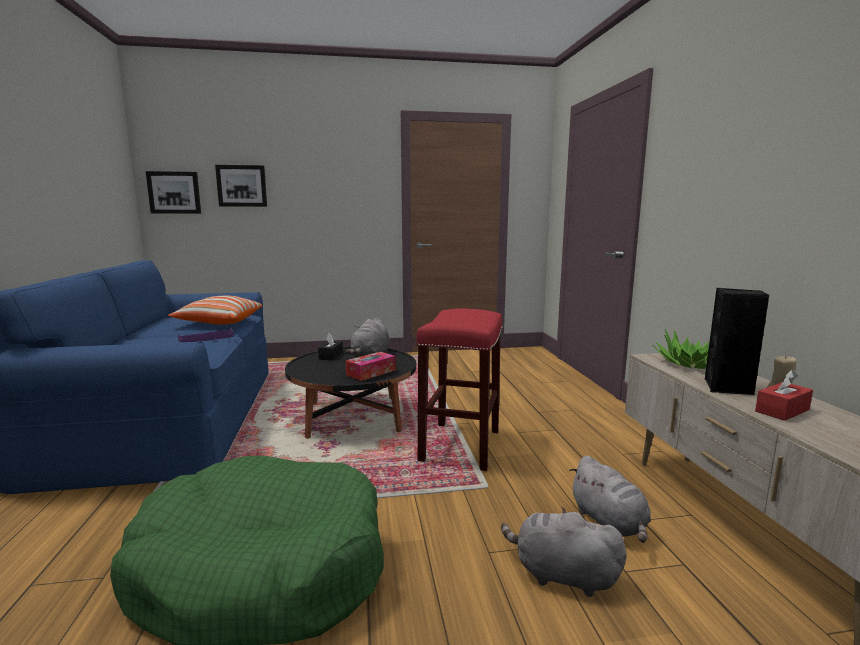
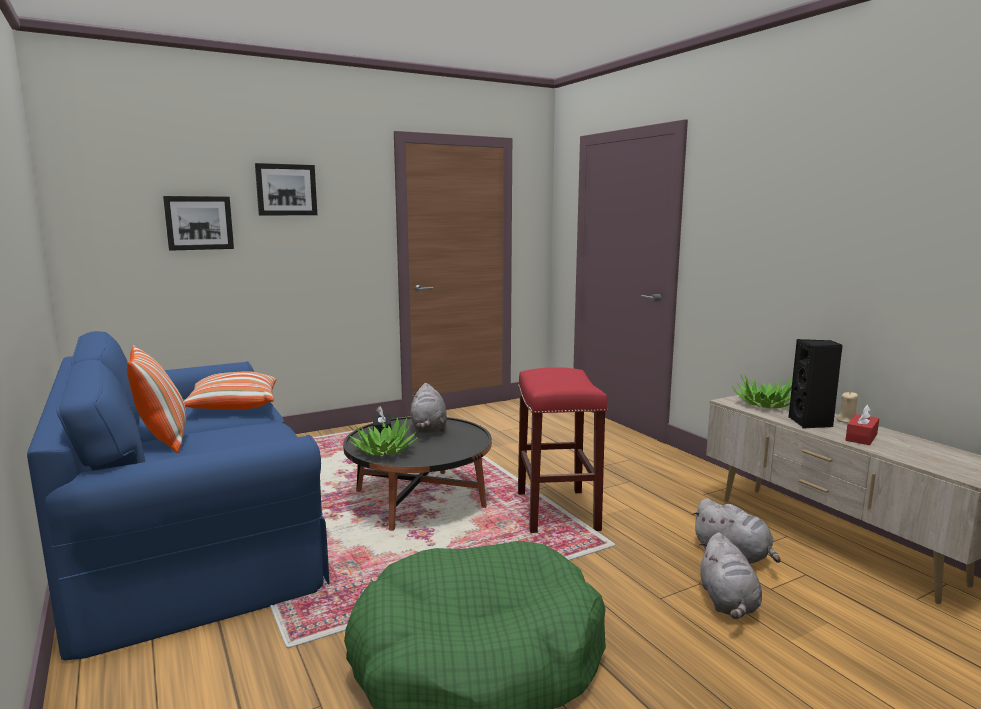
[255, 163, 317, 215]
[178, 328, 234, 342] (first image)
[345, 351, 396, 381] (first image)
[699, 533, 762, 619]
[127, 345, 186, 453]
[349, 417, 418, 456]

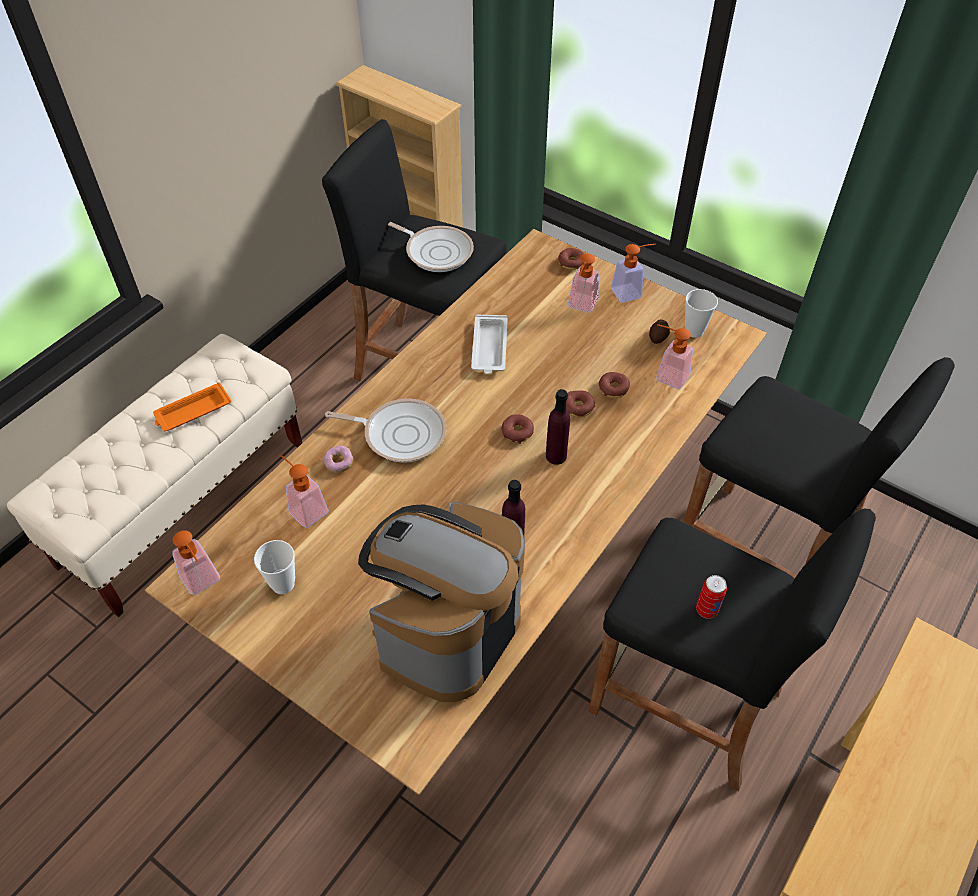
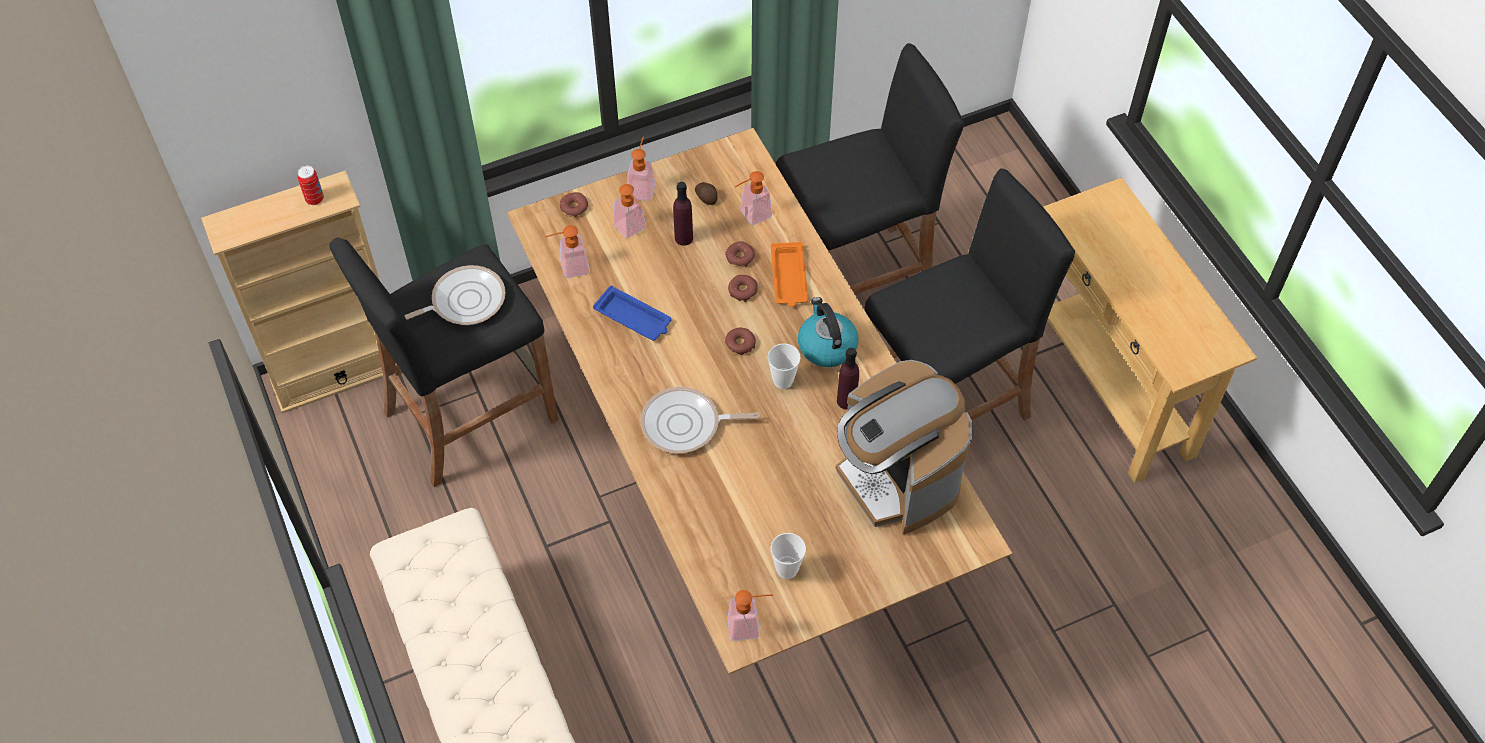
[767, 343, 801, 389]
[593, 286, 672, 341]
[771, 242, 808, 307]
[673, 182, 693, 246]
[640, 387, 760, 453]
[323, 446, 353, 473] (first image)
[545, 225, 590, 278]
[297, 165, 324, 205]
[798, 297, 858, 367]

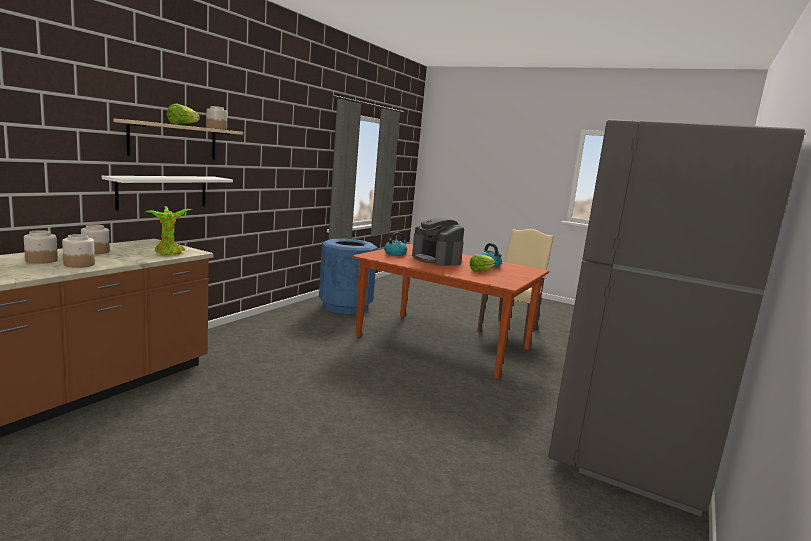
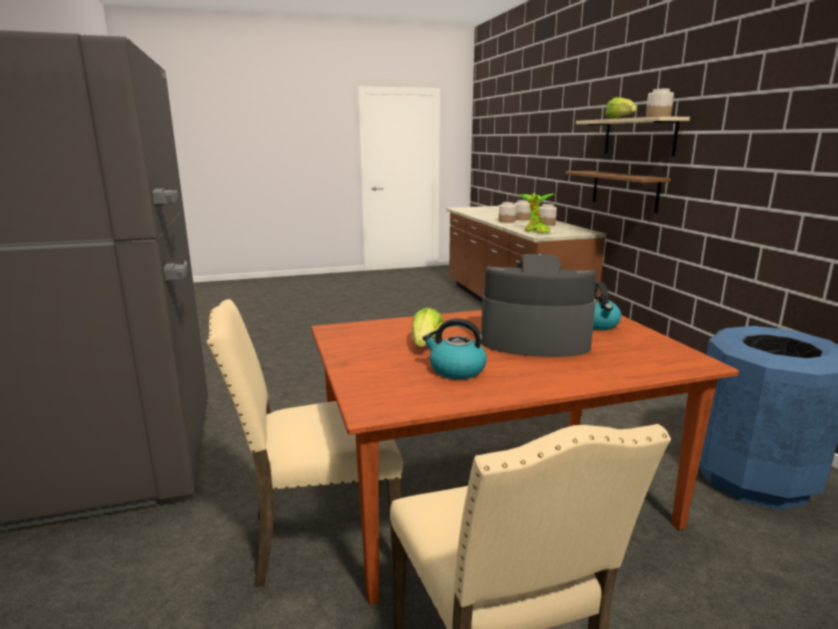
[566, 171, 671, 213]
[207, 299, 403, 587]

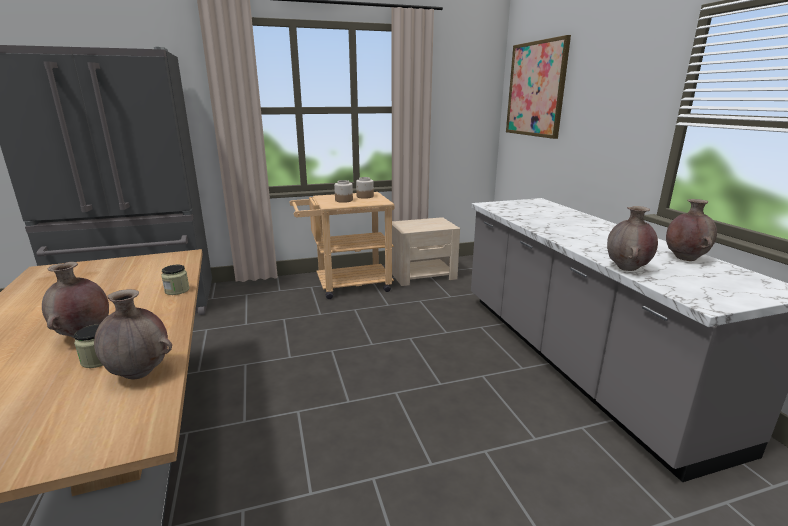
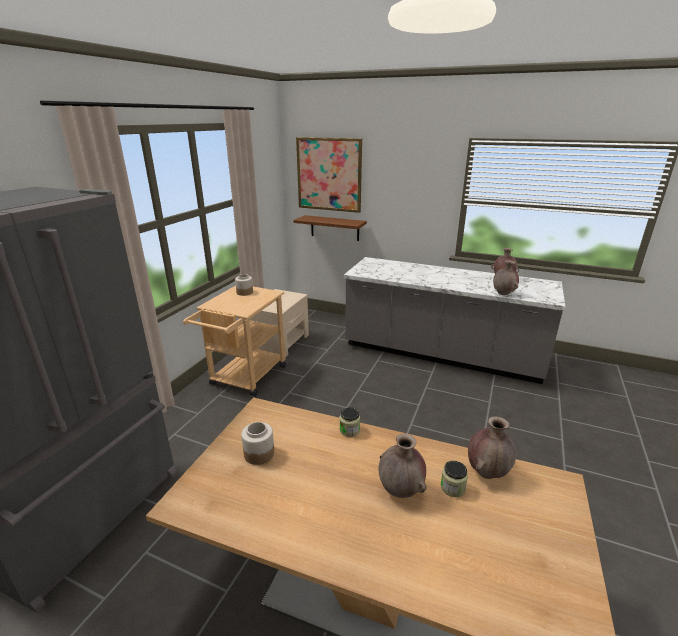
[241, 422, 274, 465]
[293, 215, 367, 241]

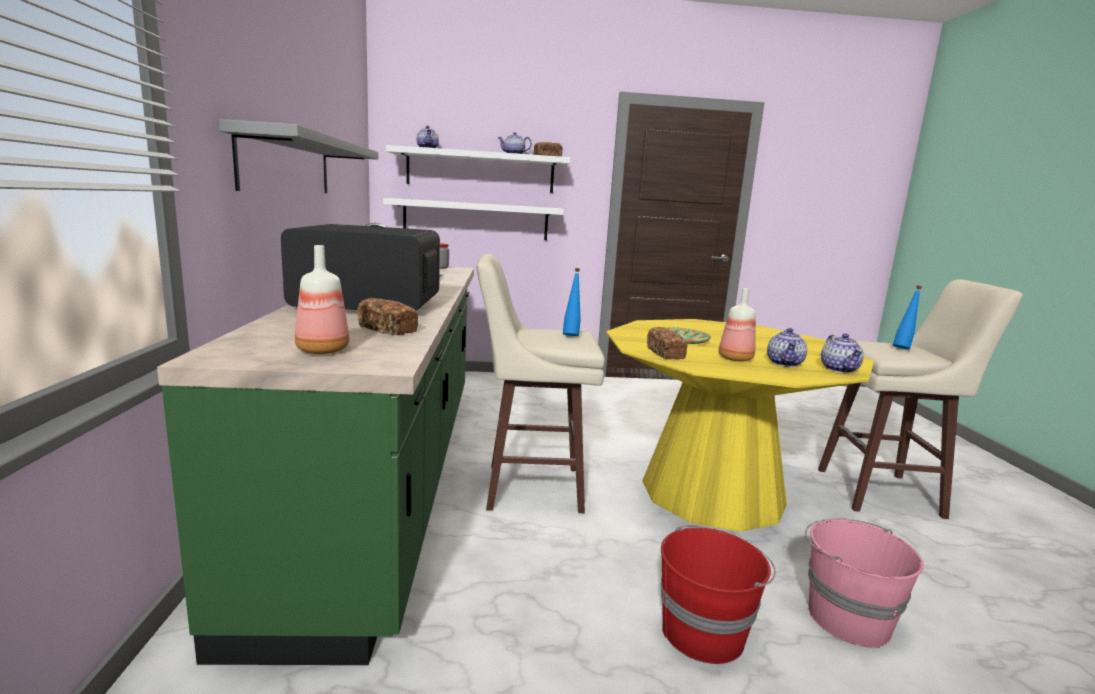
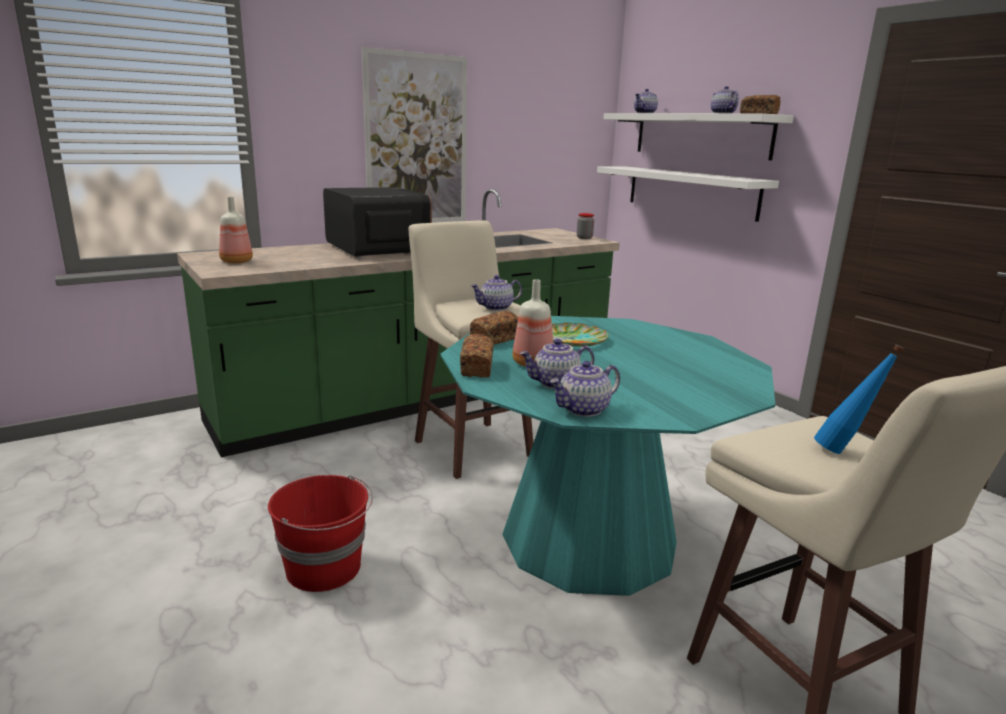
[362, 47, 467, 223]
[471, 275, 522, 311]
[460, 334, 494, 378]
[440, 316, 775, 596]
[805, 518, 924, 648] (first image)

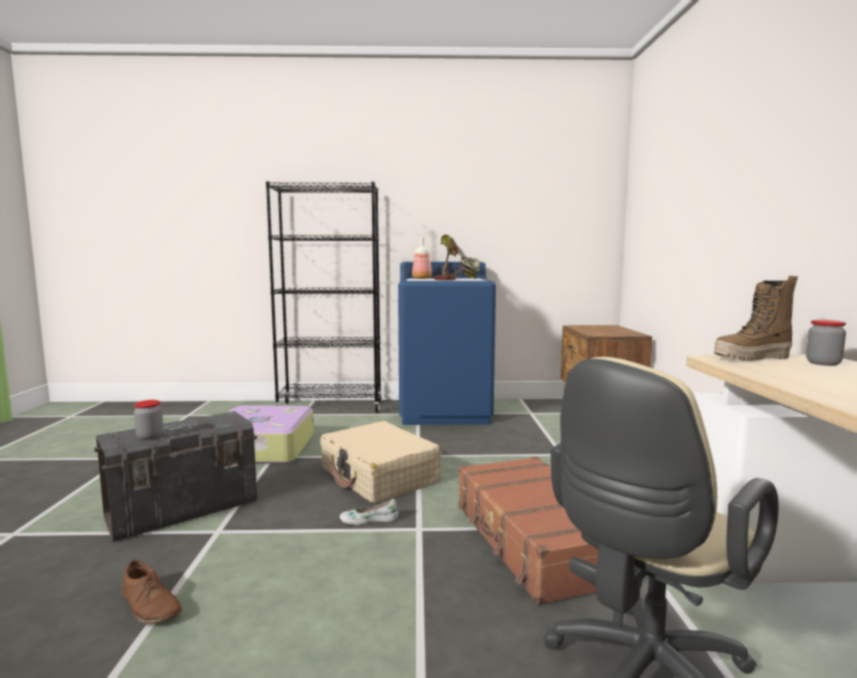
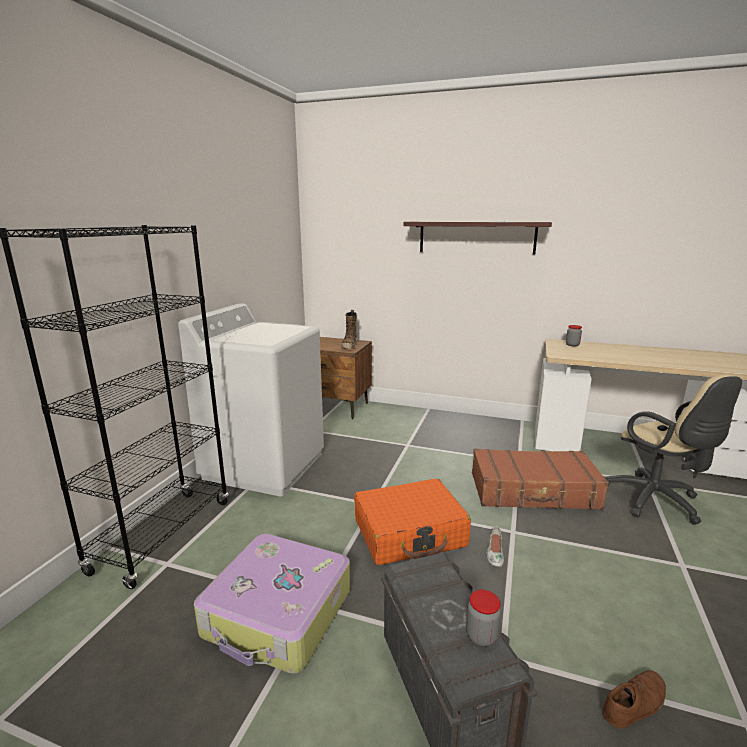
[433, 235, 481, 280] (first image)
[412, 237, 432, 279] (first image)
[178, 303, 324, 496]
[341, 310, 357, 349]
[354, 479, 471, 565]
[404, 222, 552, 254]

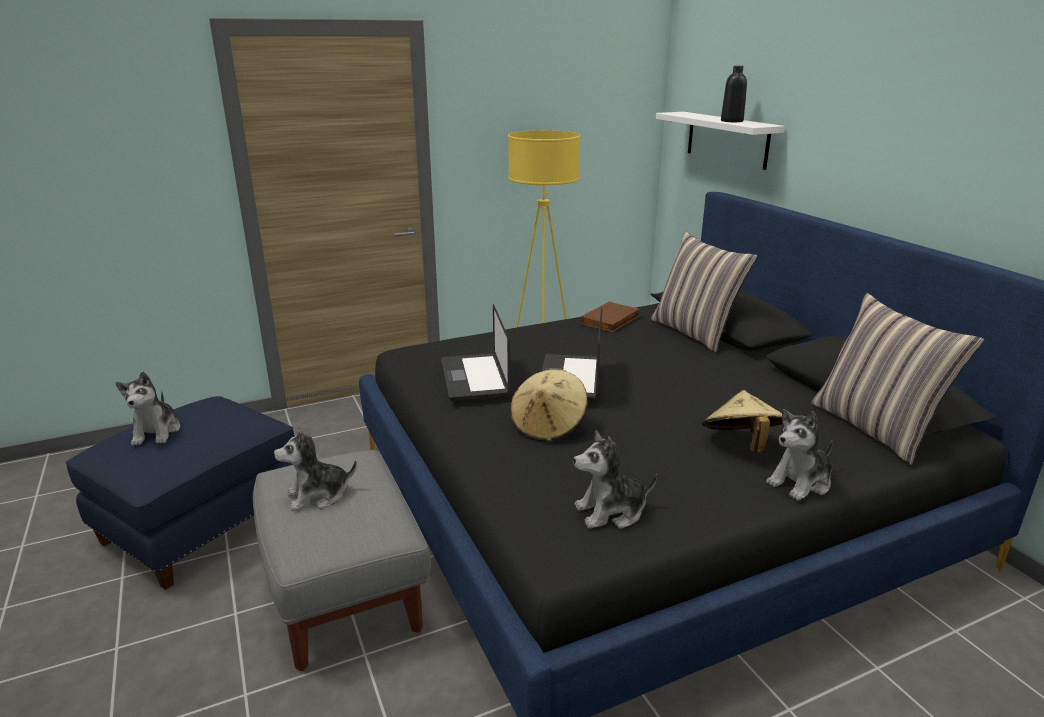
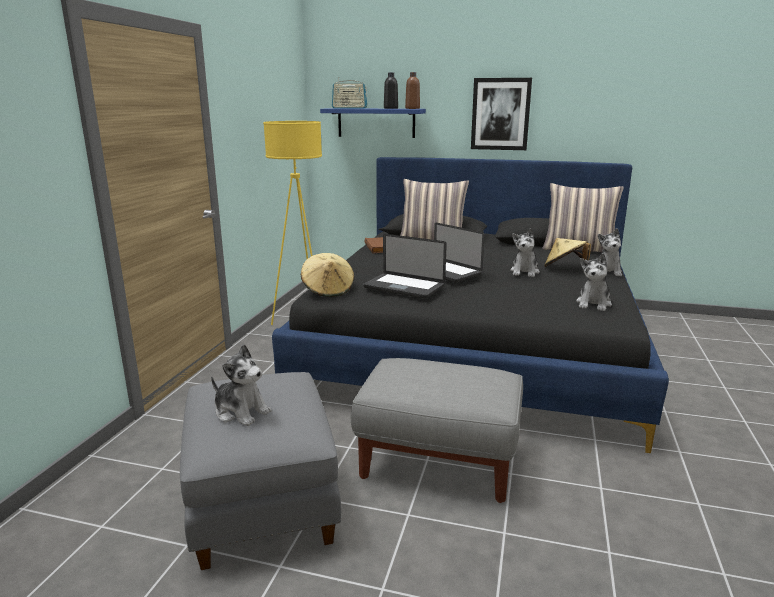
[320, 108, 426, 138]
[301, 253, 354, 297]
[180, 372, 342, 570]
[510, 228, 540, 277]
[405, 72, 420, 109]
[332, 77, 367, 109]
[471, 78, 532, 150]

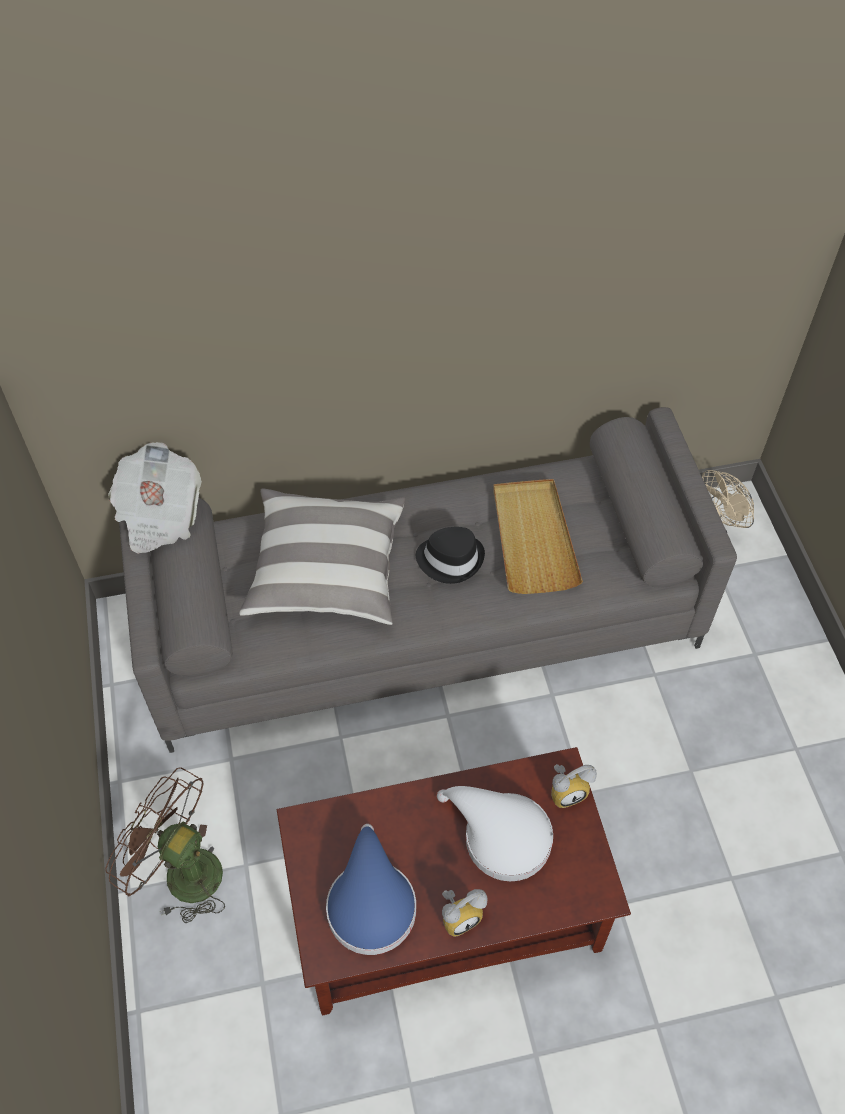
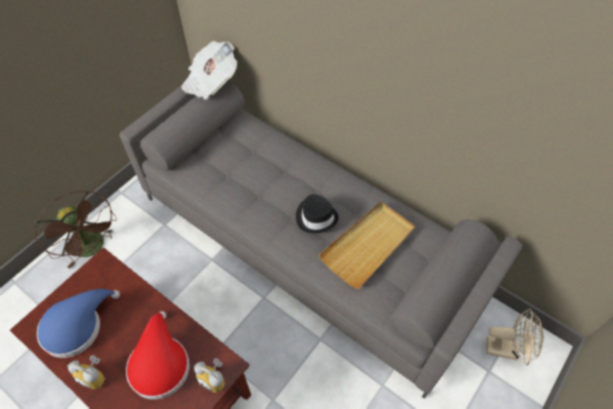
[239, 488, 405, 625] (first image)
[34, 190, 117, 269]
[126, 311, 190, 400]

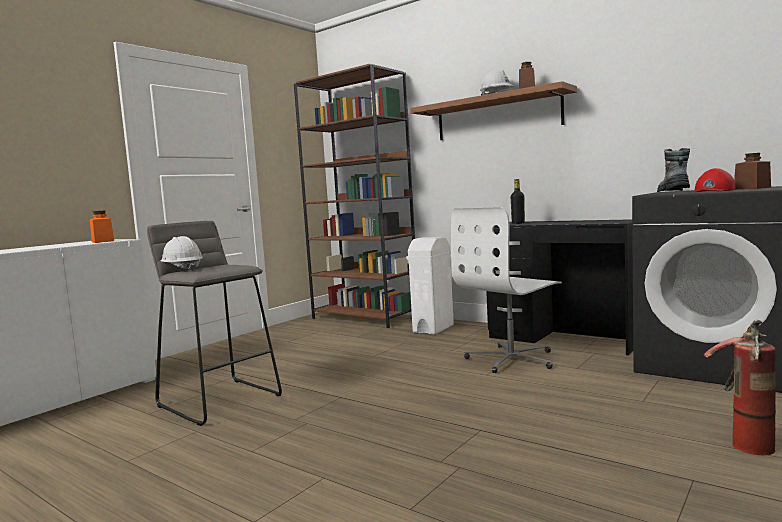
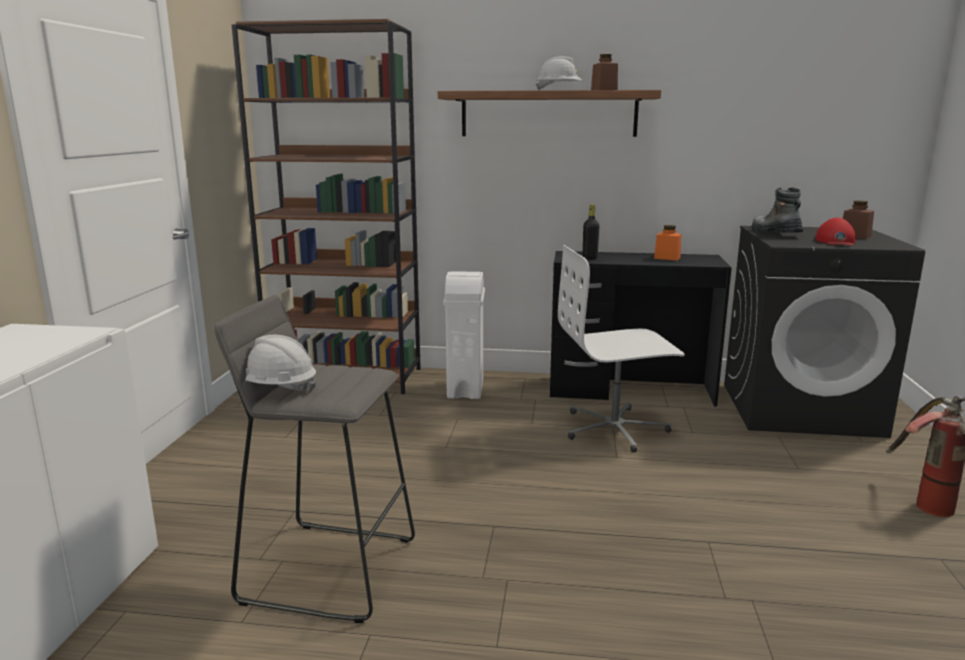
[558, 245, 685, 453]
[654, 225, 681, 261]

